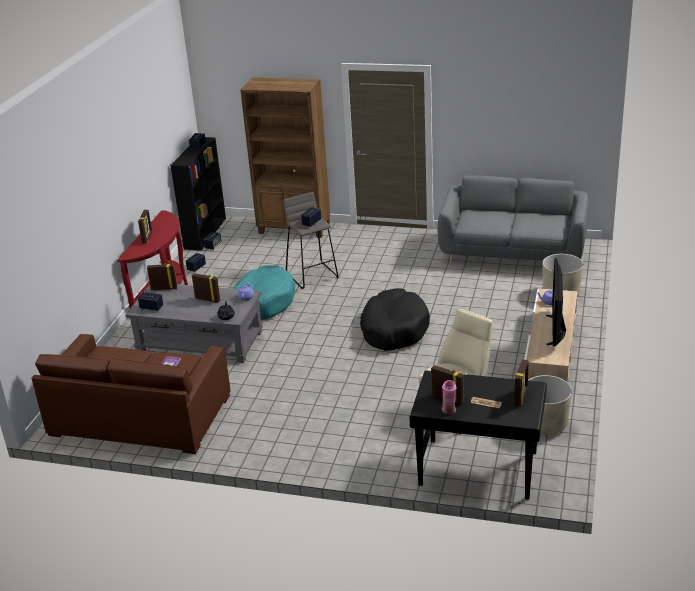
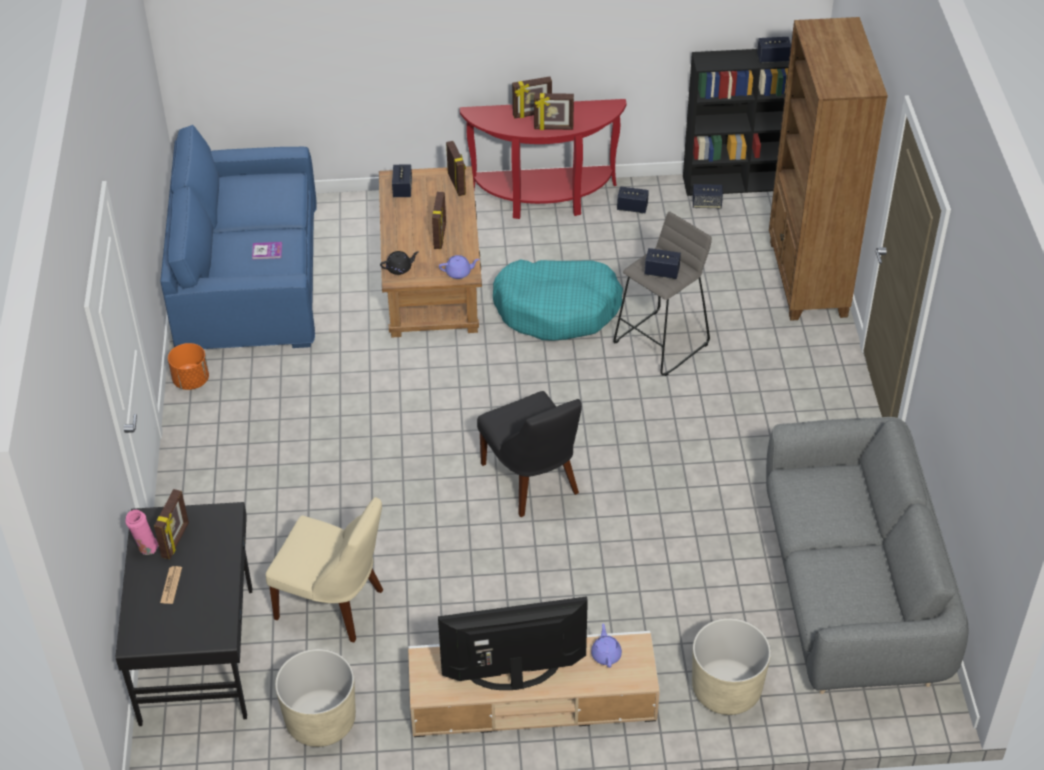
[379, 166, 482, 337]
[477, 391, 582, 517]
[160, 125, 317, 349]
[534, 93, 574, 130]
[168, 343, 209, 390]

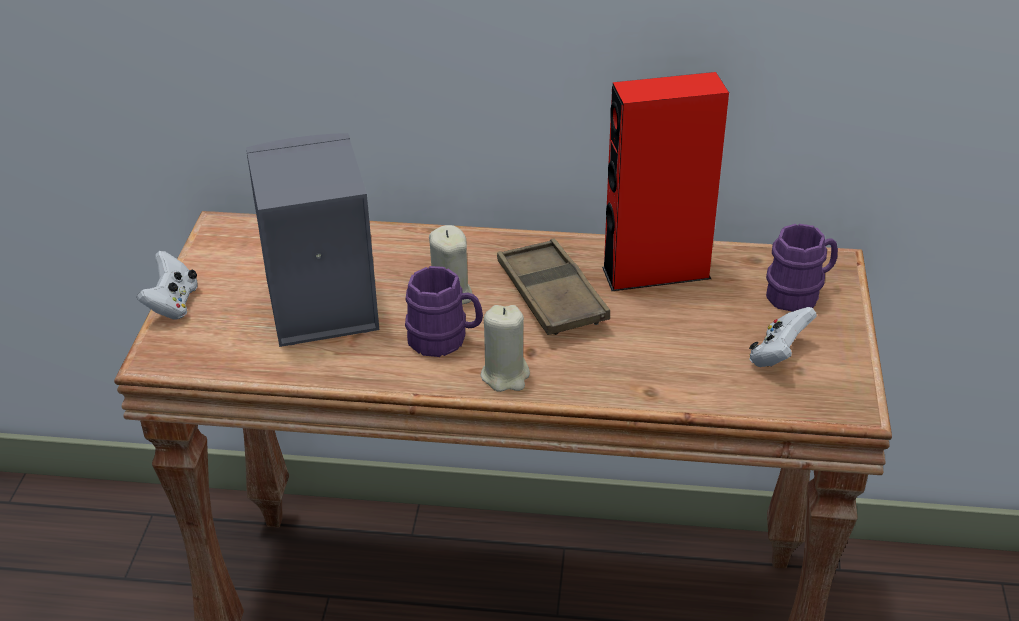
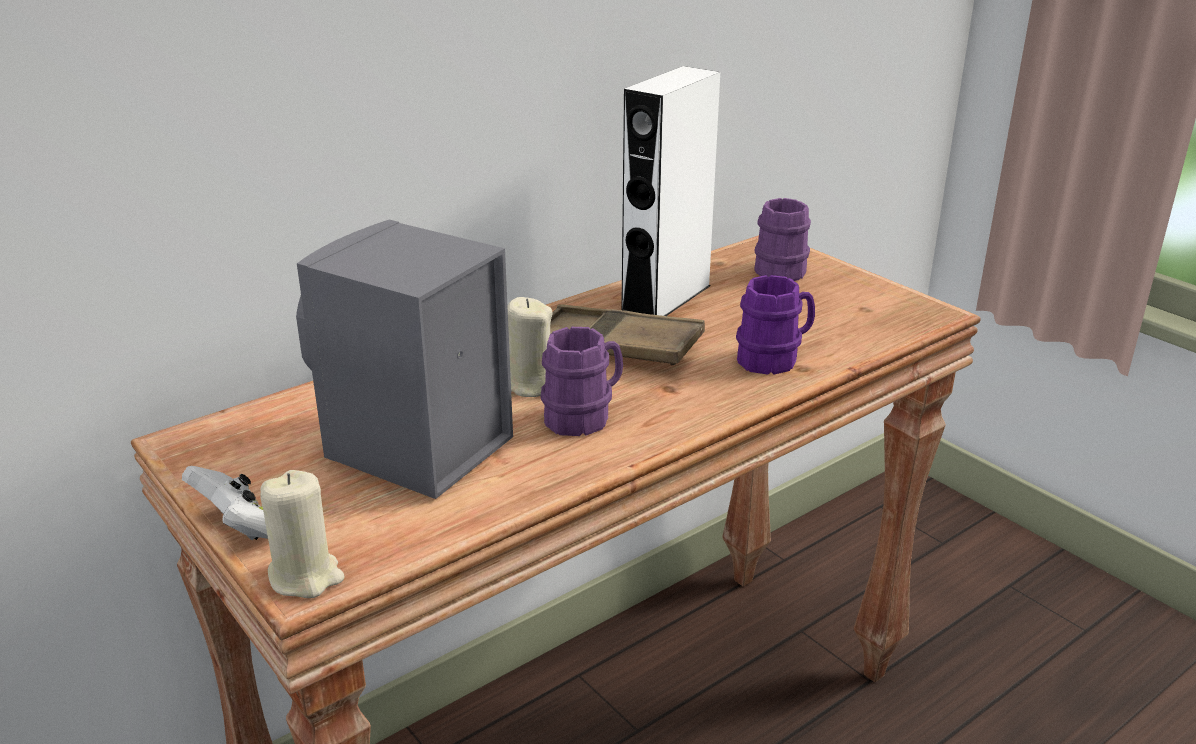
[621, 66, 720, 316]
[260, 470, 345, 598]
[749, 307, 817, 367] (first image)
[736, 275, 815, 375]

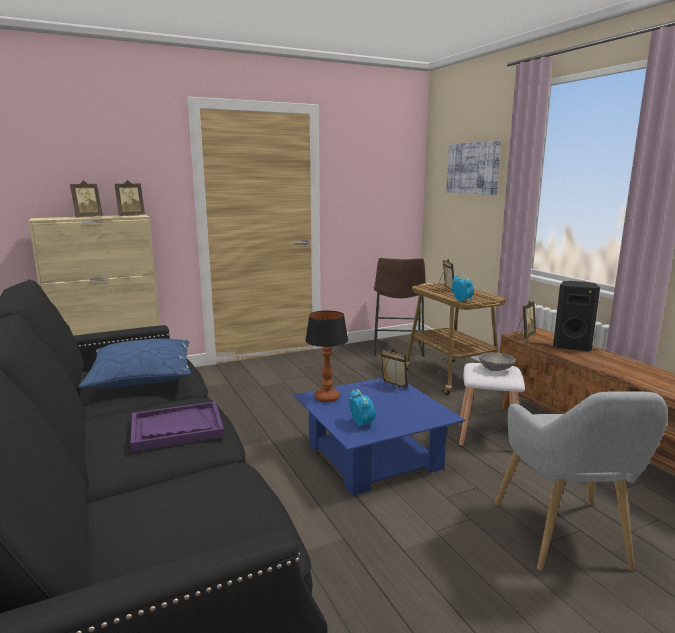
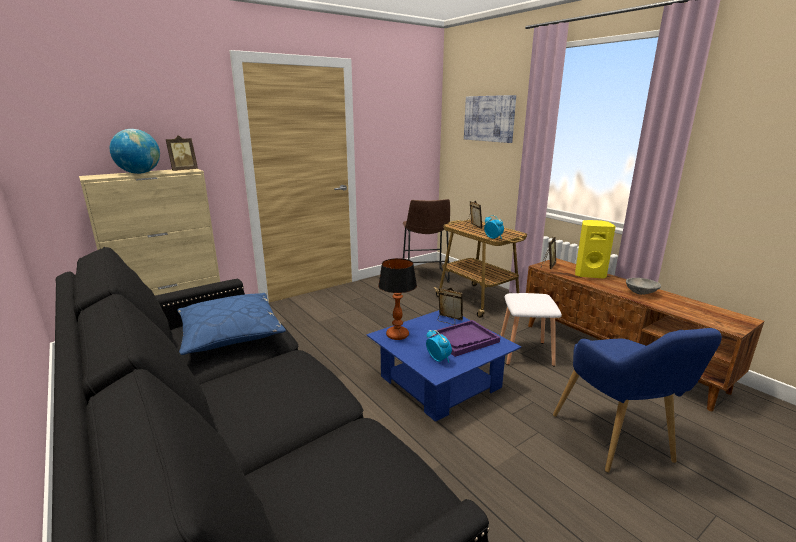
[110, 129, 160, 174]
[575, 220, 616, 279]
[626, 278, 661, 295]
[553, 328, 722, 472]
[430, 320, 500, 357]

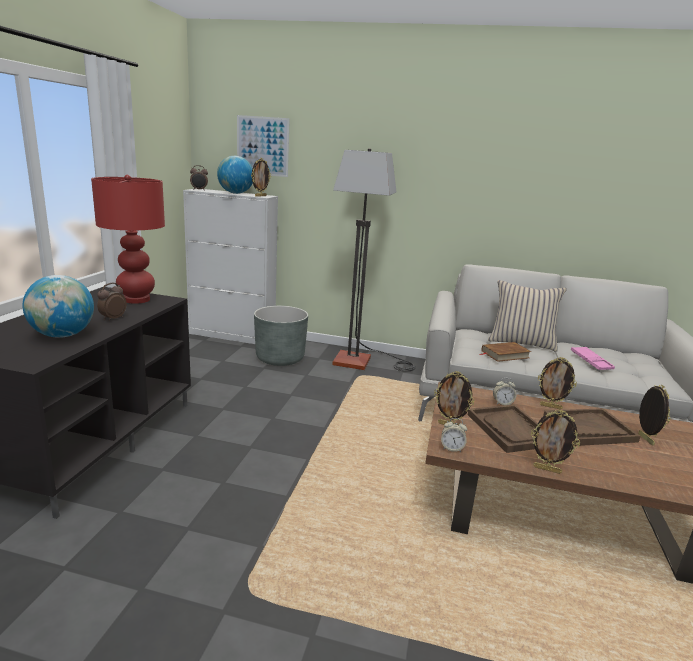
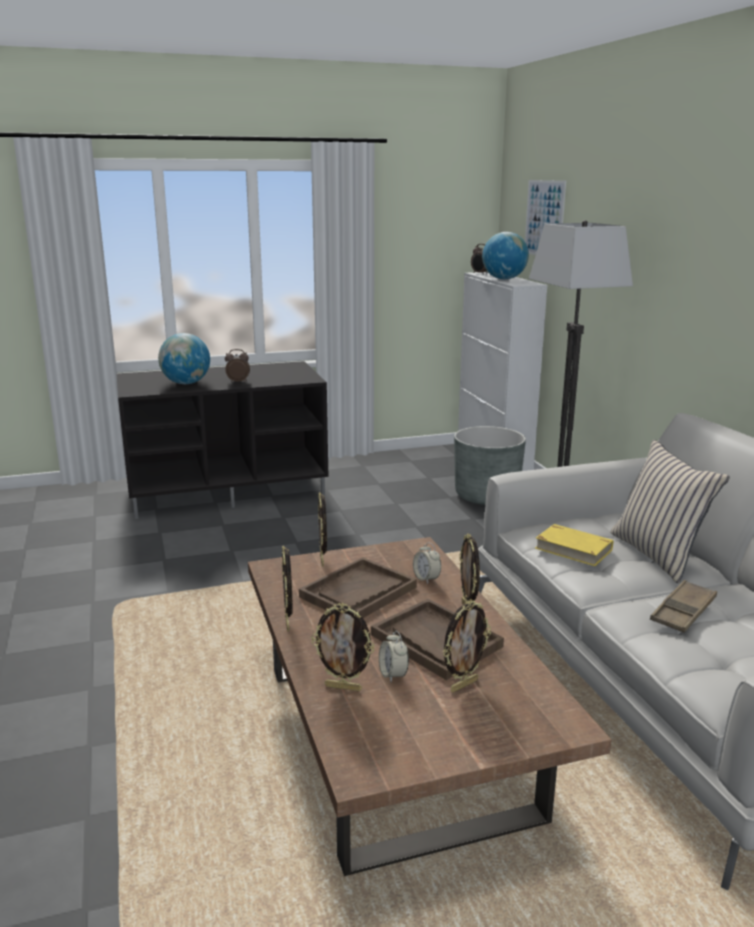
[311, 603, 375, 692]
[91, 175, 165, 304] (first image)
[535, 524, 613, 566]
[650, 580, 717, 633]
[379, 631, 409, 682]

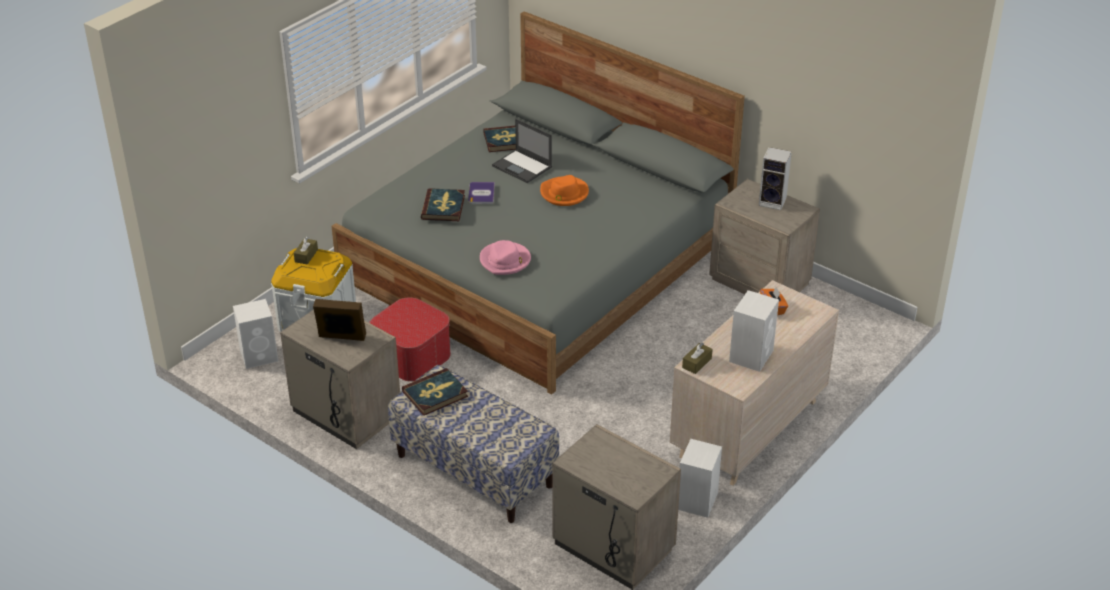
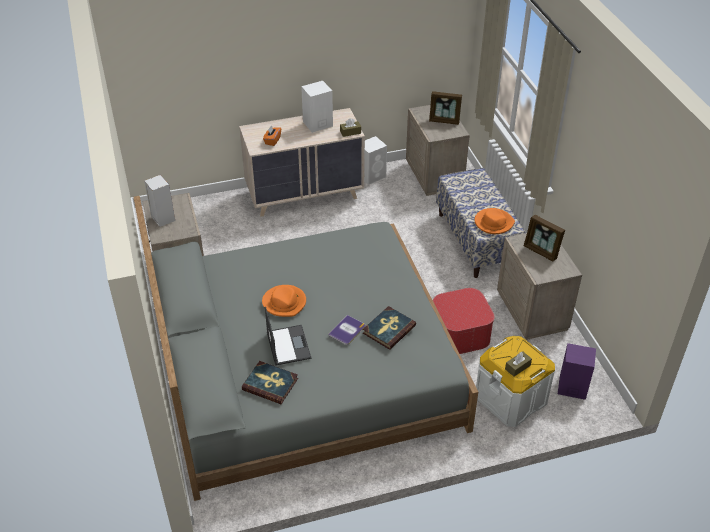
[480, 240, 531, 275] (first image)
[558, 343, 596, 400]
[474, 208, 515, 234]
[429, 91, 462, 125]

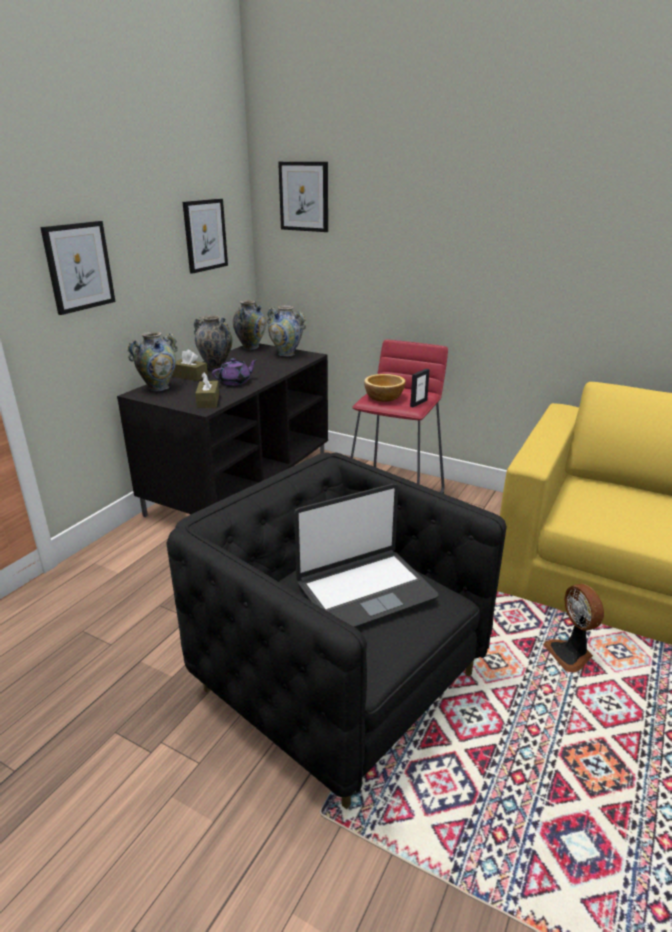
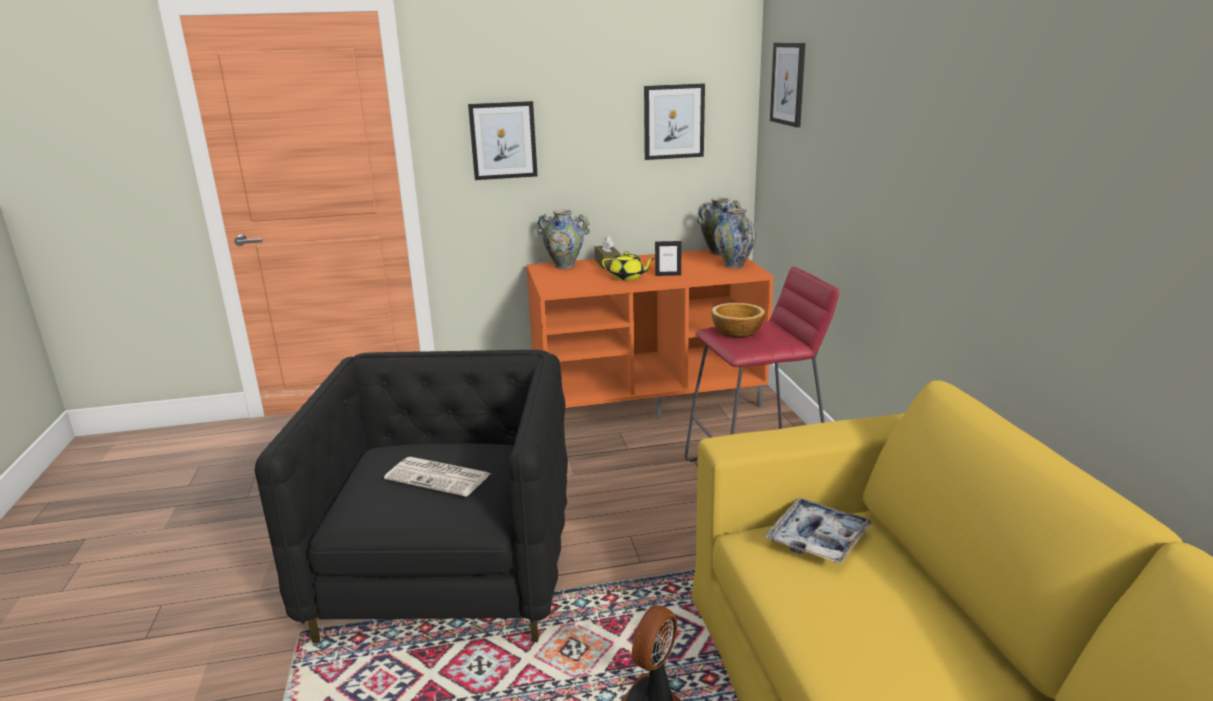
[194, 315, 232, 370] (first image)
[526, 250, 774, 420]
[602, 251, 655, 281]
[655, 241, 681, 276]
[195, 372, 219, 408] (first image)
[384, 457, 491, 497]
[765, 498, 873, 564]

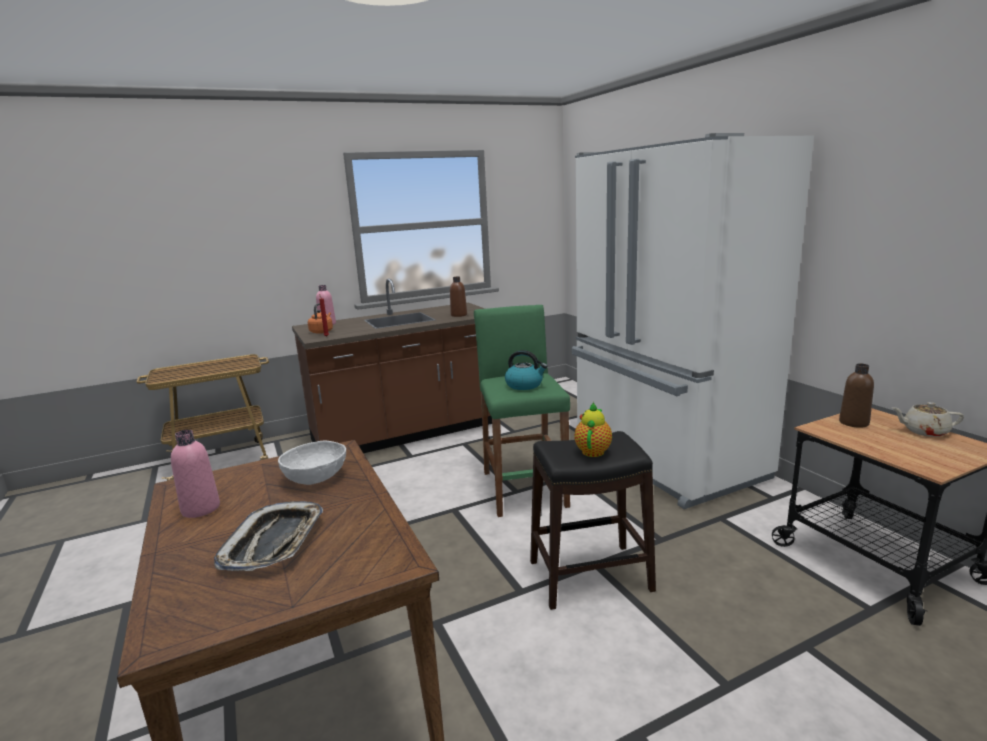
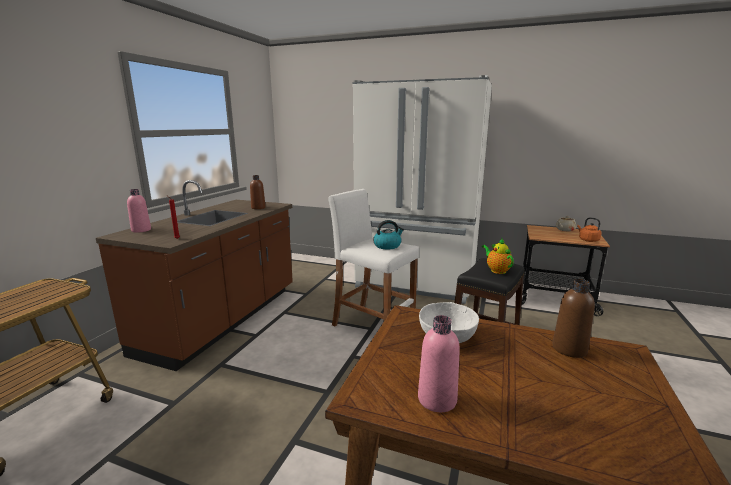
[577, 217, 601, 242]
[328, 189, 419, 327]
[552, 279, 595, 358]
[214, 501, 323, 571] (first image)

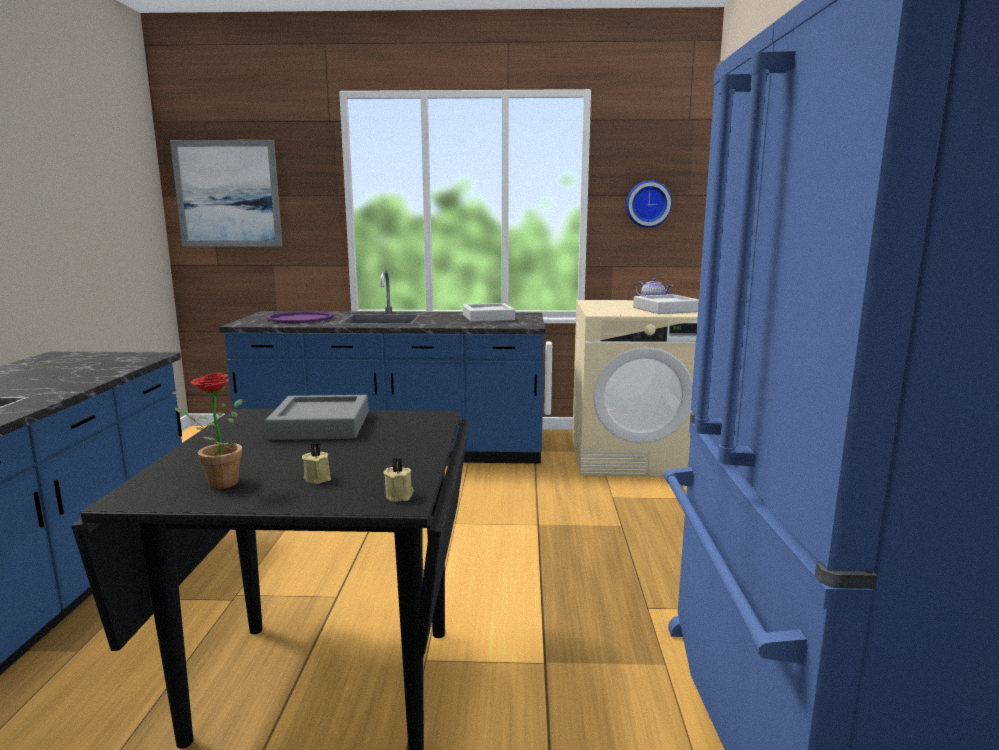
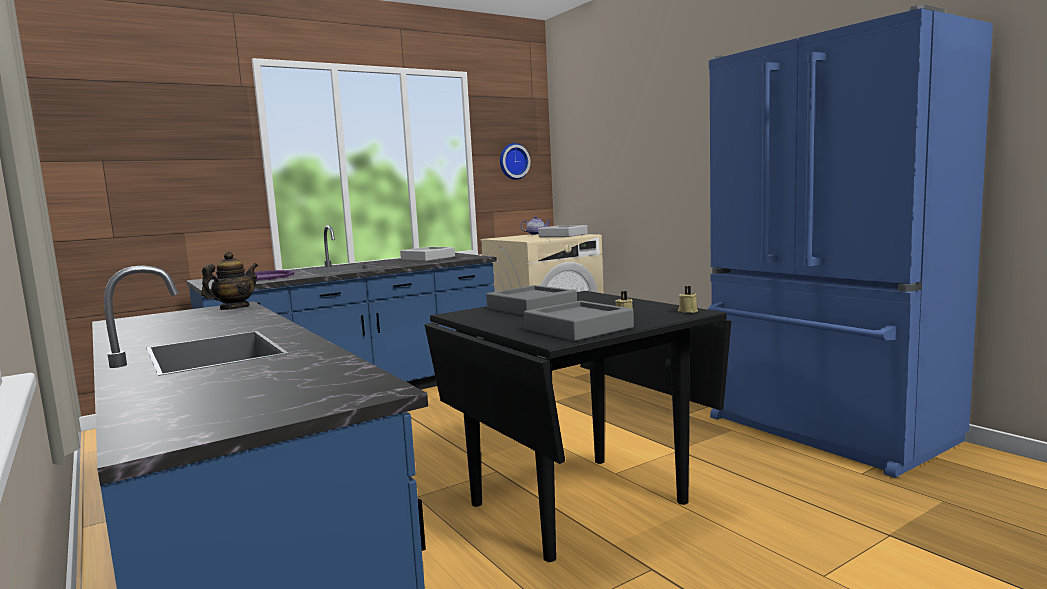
[170, 140, 283, 247] (first image)
[524, 301, 634, 341]
[202, 252, 258, 310]

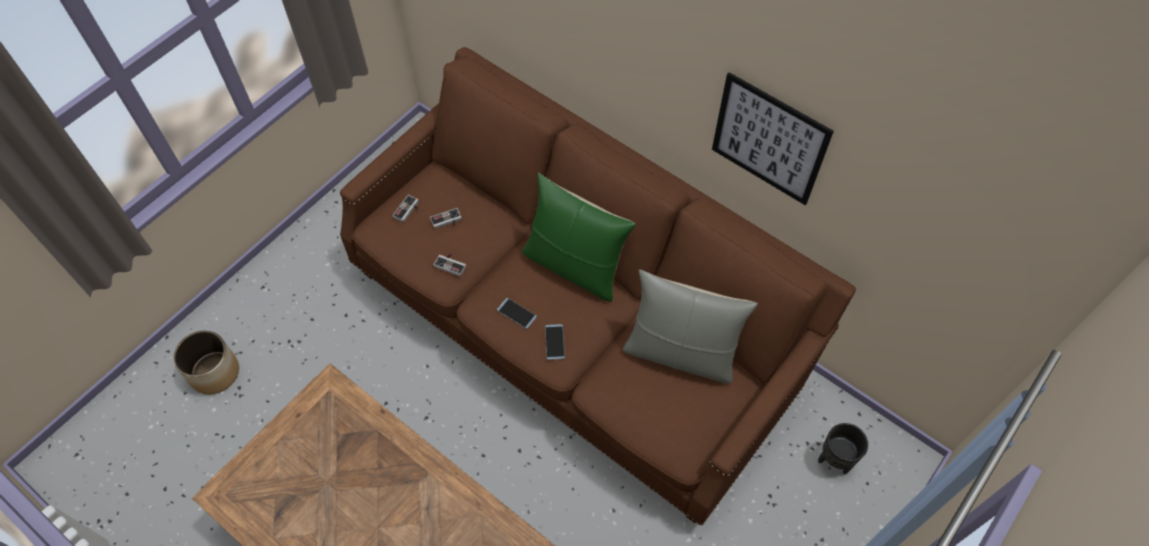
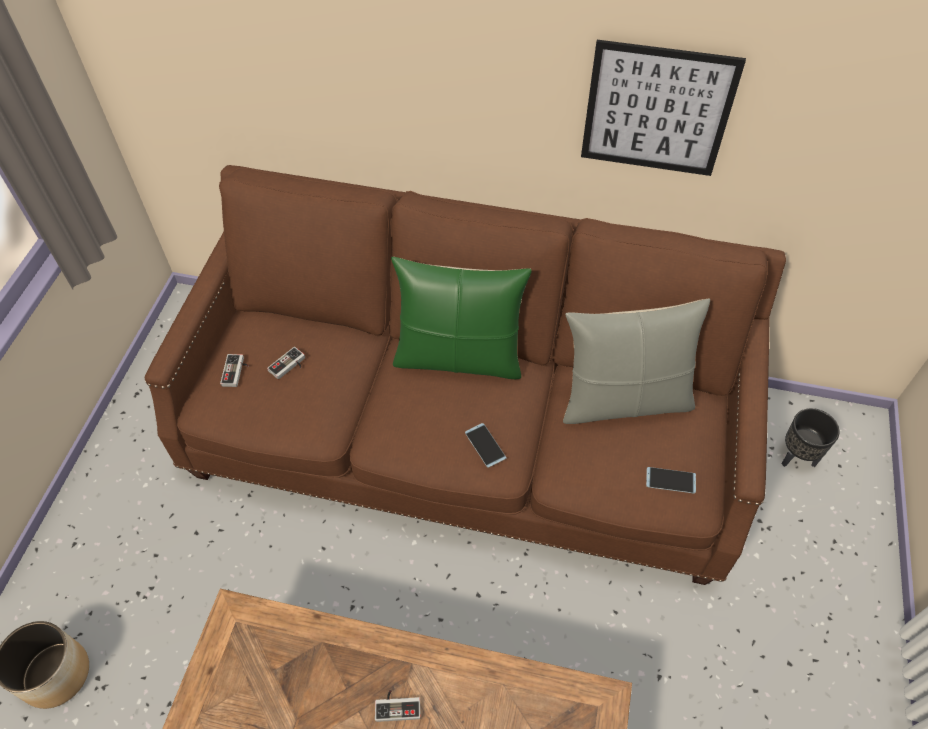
[375, 690, 421, 722]
[646, 467, 696, 494]

